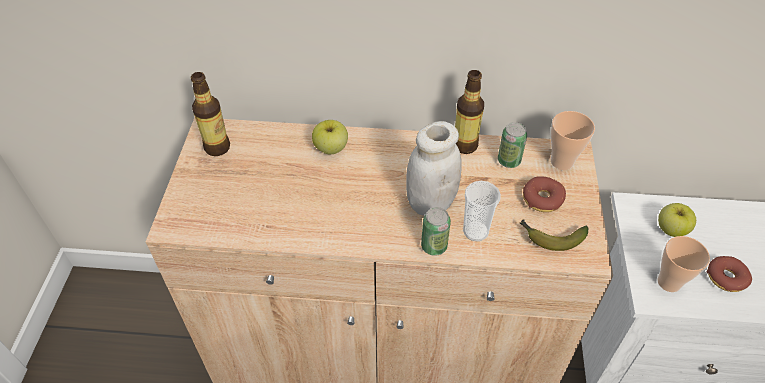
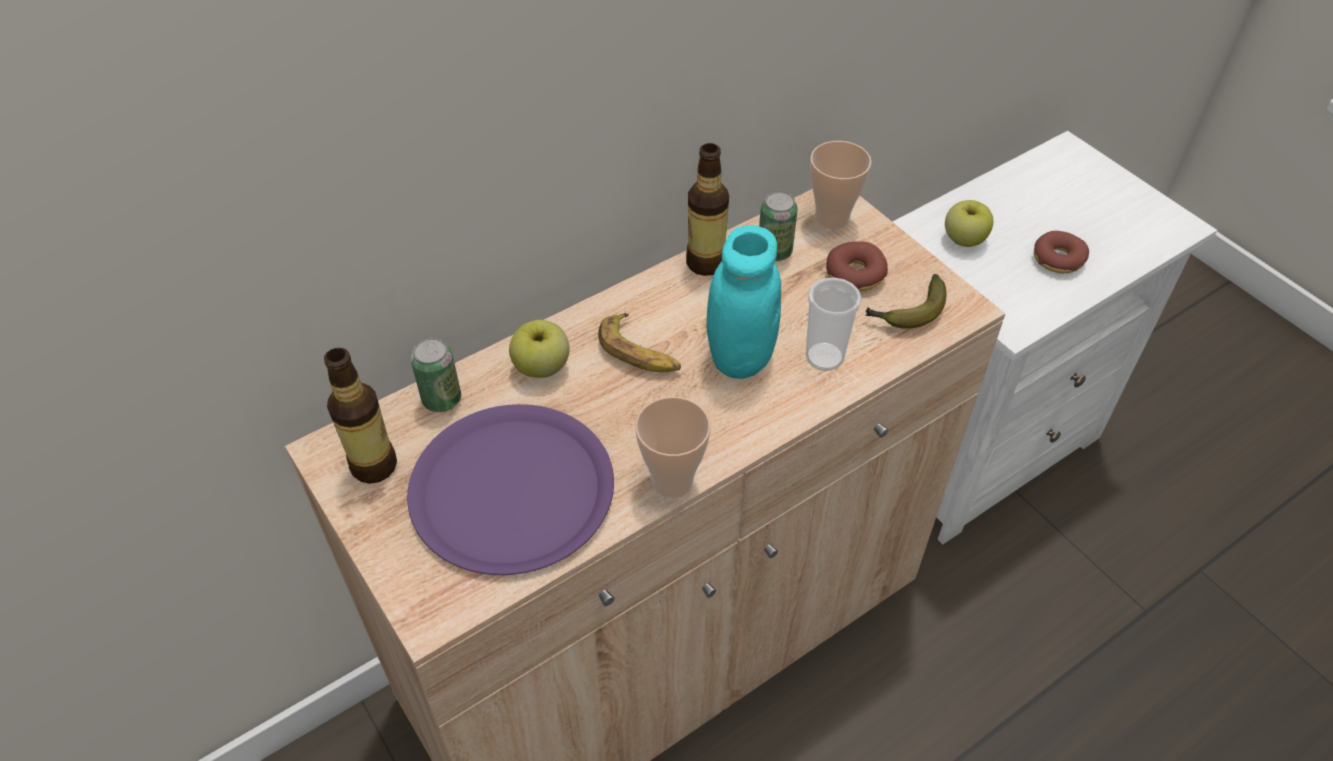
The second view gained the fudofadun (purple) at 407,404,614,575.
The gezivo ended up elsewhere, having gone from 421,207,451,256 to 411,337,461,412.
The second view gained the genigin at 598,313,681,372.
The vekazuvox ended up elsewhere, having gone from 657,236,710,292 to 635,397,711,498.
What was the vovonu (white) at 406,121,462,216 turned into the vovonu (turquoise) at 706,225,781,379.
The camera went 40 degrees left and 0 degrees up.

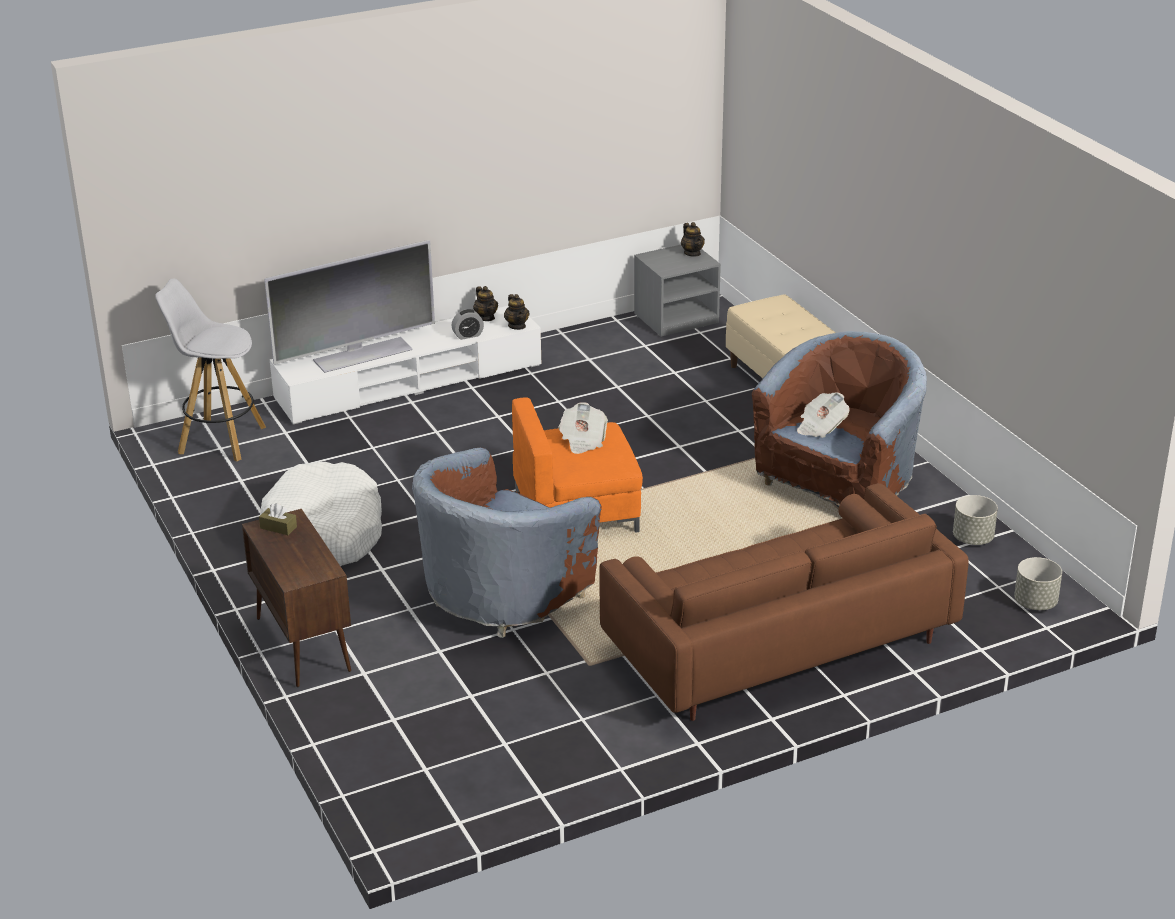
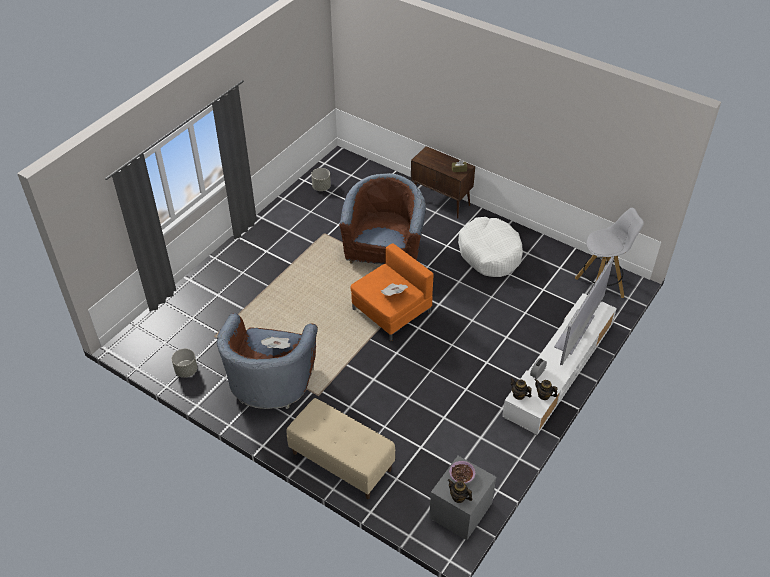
The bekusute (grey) ended up elsewhere, having gone from 1014,557,1062,610 to 311,168,331,191.
The second view gained the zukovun at 449,461,475,483.
The second view lost the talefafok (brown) at 599,483,969,721.
The camera went 150 degrees right and 15 degrees up.

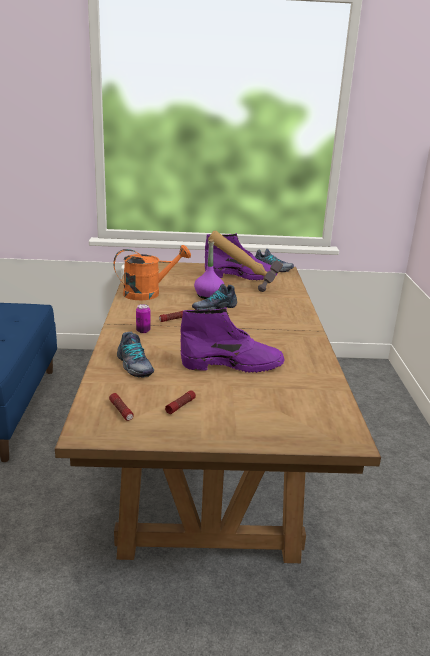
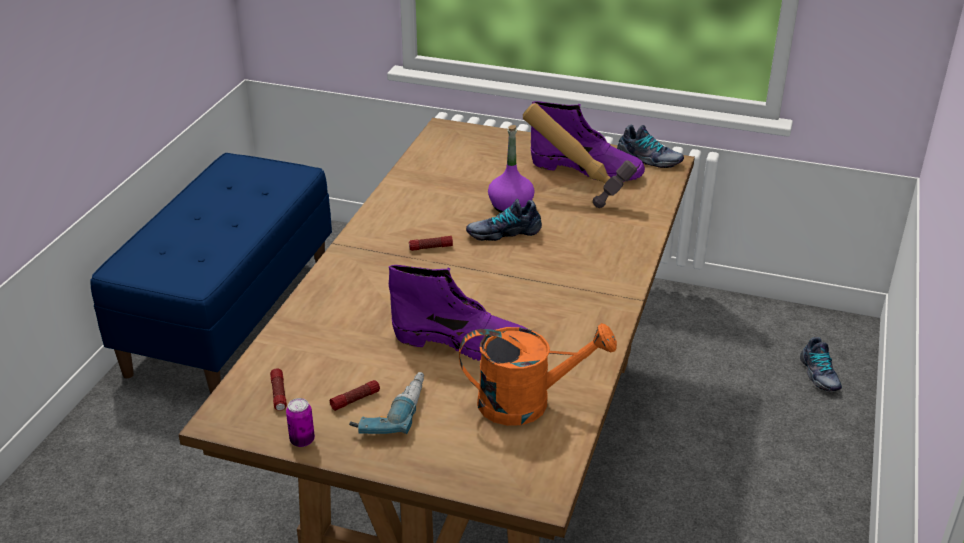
The gezivo ended up elsewhere, having gone from 136,304,150,333 to 286,398,315,447.
The second view gained the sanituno at 349,372,424,434.
The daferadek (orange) ended up elsewhere, having gone from 113,245,191,300 to 459,323,617,426.
The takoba ended up elsewhere, having gone from 117,332,154,378 to 800,337,842,392.
The camera went 20 degrees right and 10 degrees up.

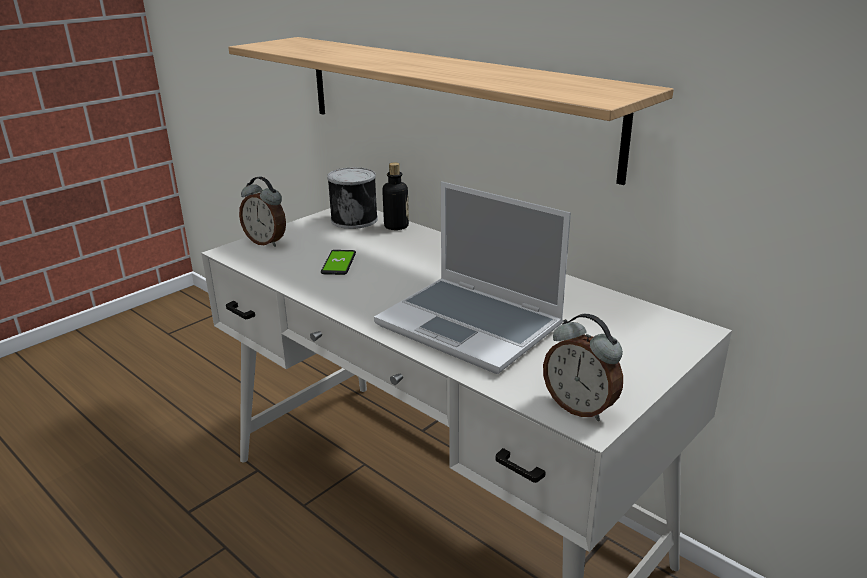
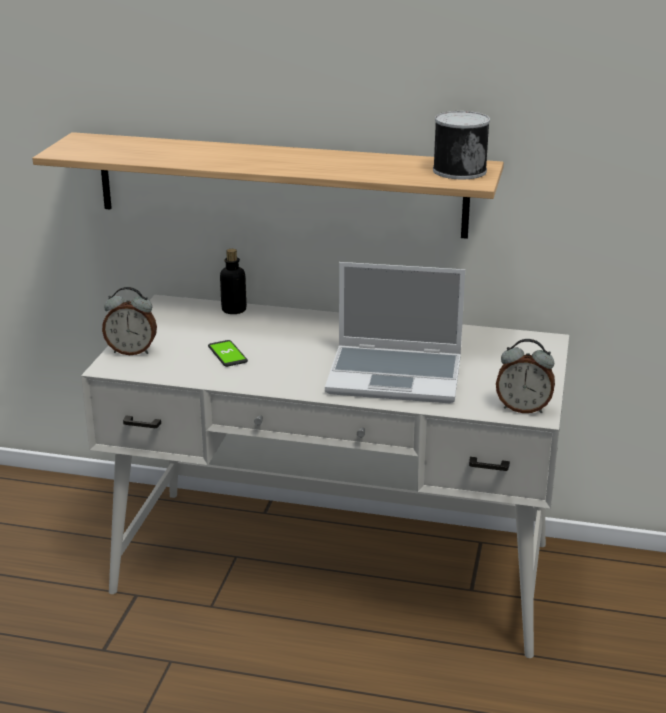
The gezivo ended up elsewhere, having gone from 327,167,378,229 to 433,111,490,180.
The camera went 30 degrees left and 0 degrees up.

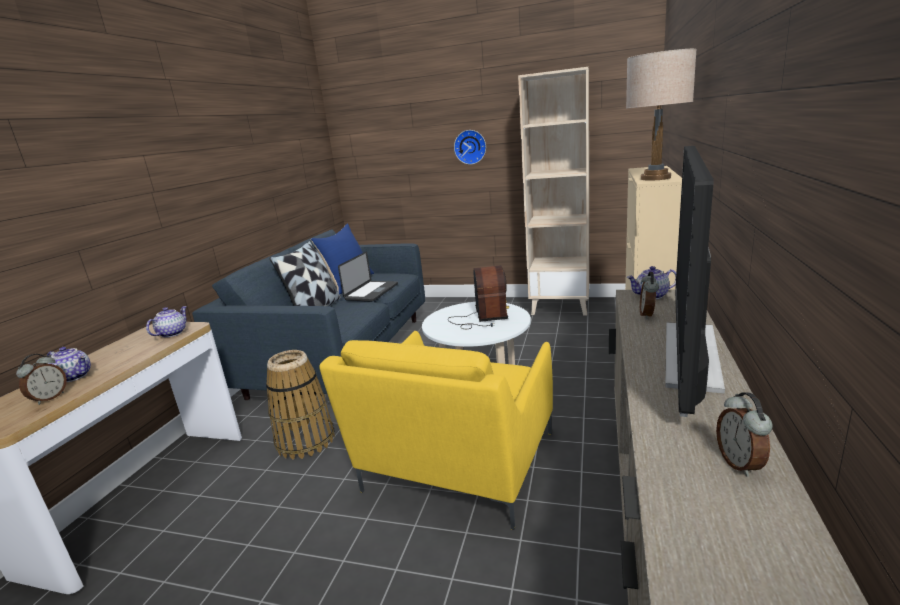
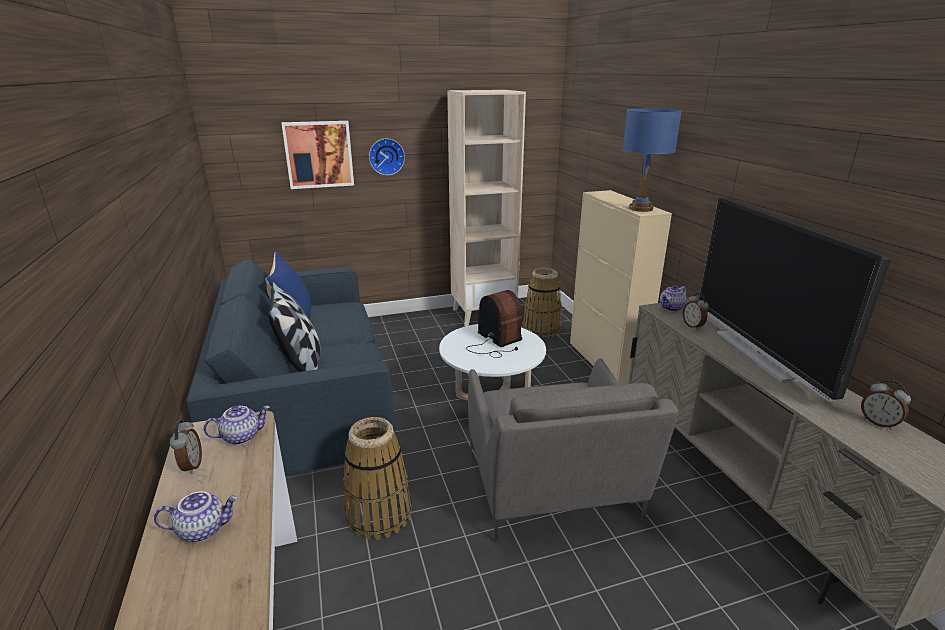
The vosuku ended up elsewhere, having gone from 16,354,67,405 to 169,420,202,474.
The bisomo at 146,306,187,338 ended up facing another way, 75 degrees clockwise from before.
The second view gained the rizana at 281,121,354,189.
What was the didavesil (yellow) at 319,331,553,530 turned into the didavesil (grey) at 468,358,678,541.
The second view gained the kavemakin at 522,268,562,338.
What was the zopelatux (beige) at 626,49,697,181 turned into the zopelatux (blue) at 622,108,682,212.
The second view lost the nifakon at 338,251,398,302.
The camera went 35 degrees left and 5 degrees up.

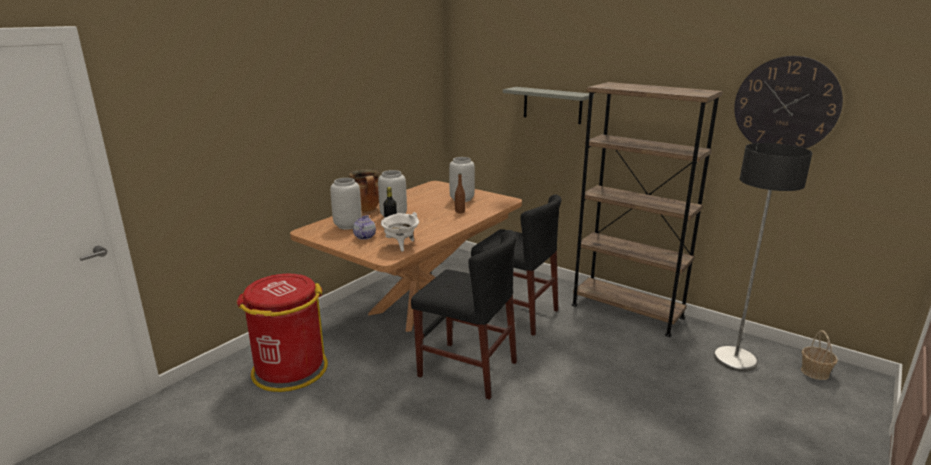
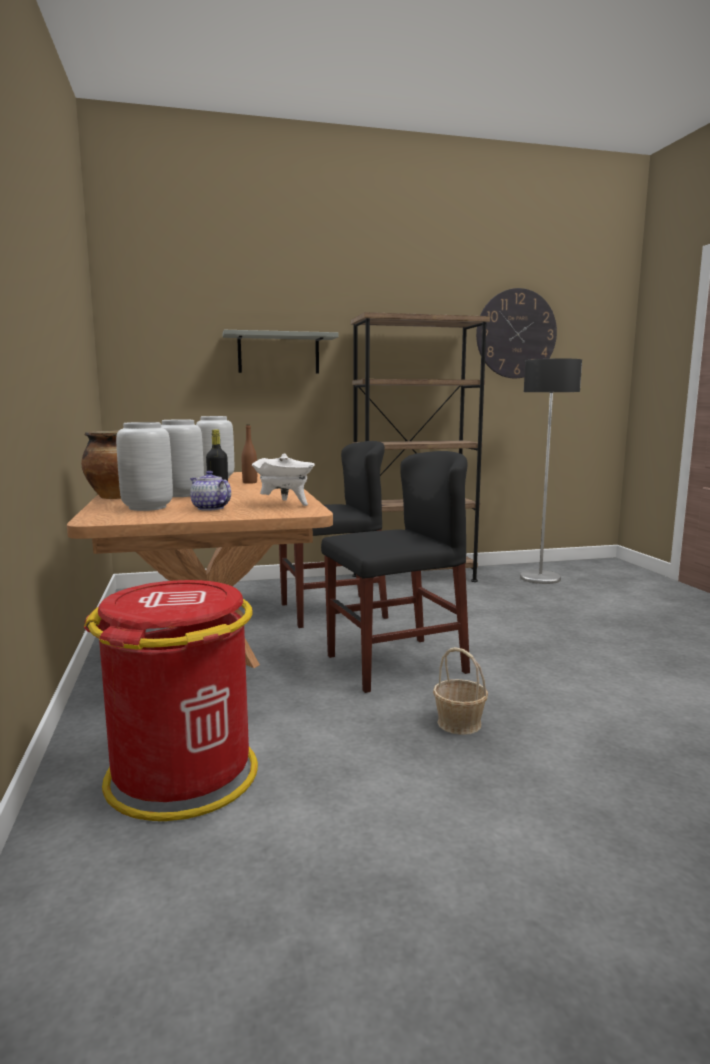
The kavemakin ended up elsewhere, having gone from 801,330,838,380 to 433,647,488,735.
The camera went 50 degrees left and 10 degrees down.

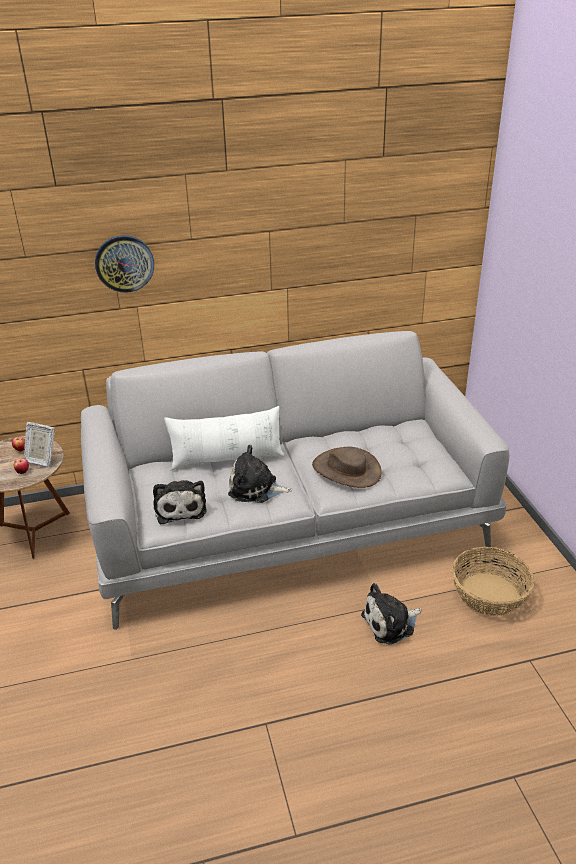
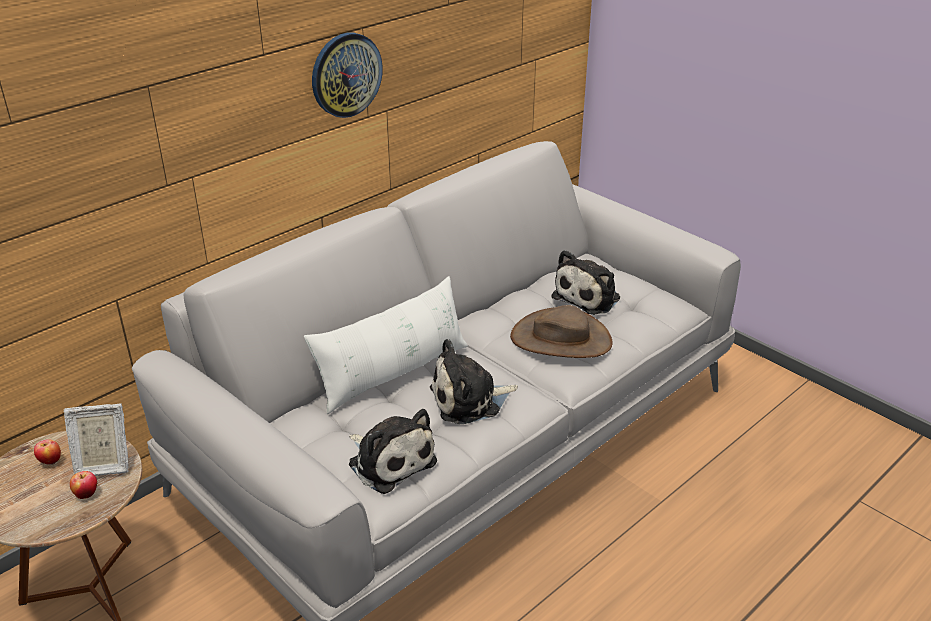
The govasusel ended up elsewhere, having gone from 95,235,154,293 to 312,33,383,118.
The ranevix ended up elsewhere, having gone from 361,583,422,645 to 552,250,620,315.
The second view lost the kavemakin at 452,547,534,616.
The camera went 30 degrees left and 0 degrees up.

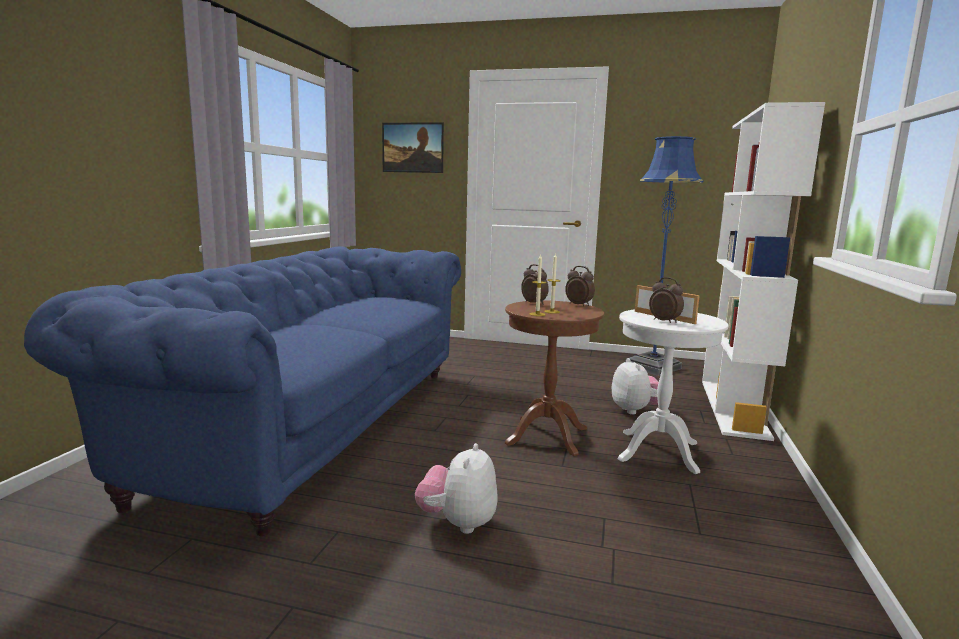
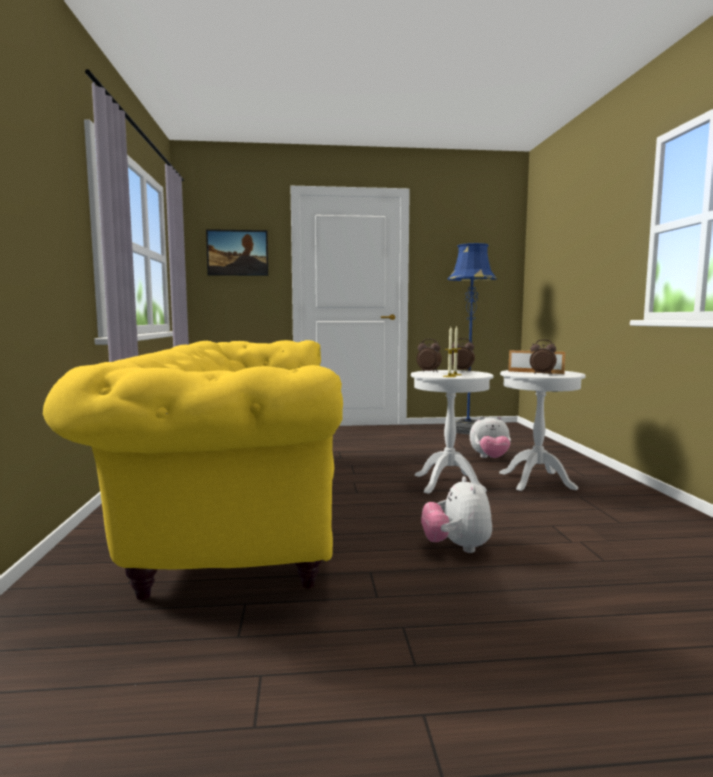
What was the talefafok (blue) at 24,246,461,536 turned into the talefafok (yellow) at 43,340,343,600.
What was the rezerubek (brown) at 505,300,604,456 turned into the rezerubek (white) at 411,370,494,494.
The ranevix at 612,358,659,415 ended up facing another way, 120 degrees clockwise from before.
The second view lost the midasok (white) at 702,102,825,441.
The camera went 20 degrees left and 5 degrees down.

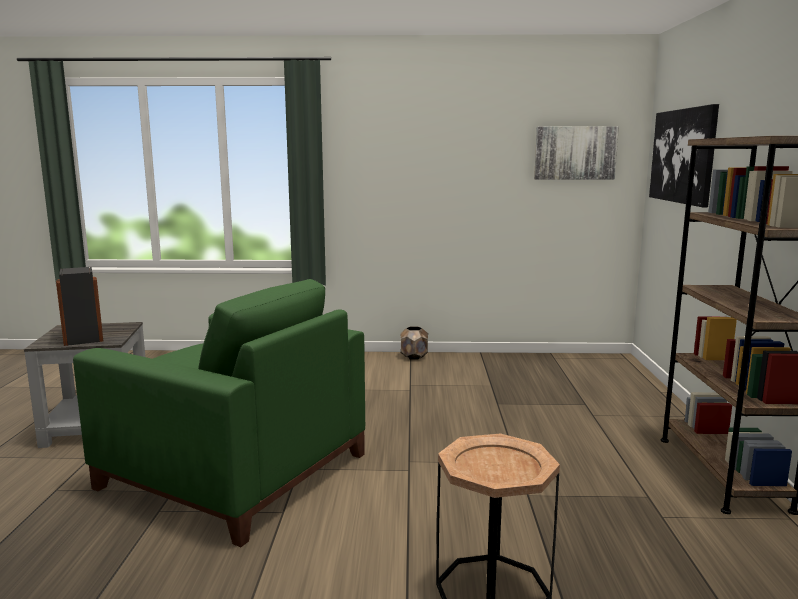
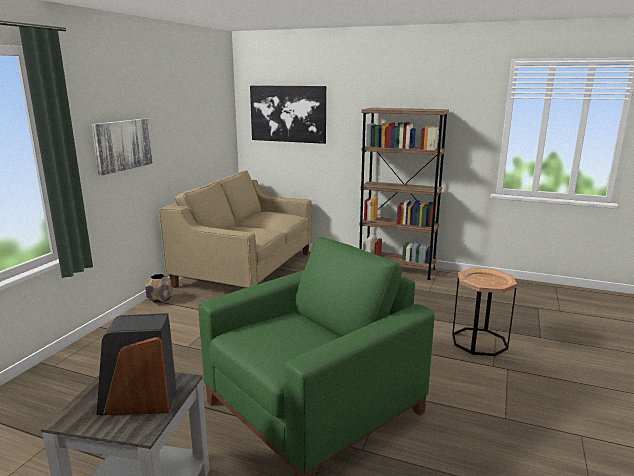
The rizana ended up elsewhere, having gone from 534,126,619,180 to 91,118,153,175.
The second view gained the talefafok (beige) at 159,170,312,288.
The camera went 70 degrees left and 5 degrees up.

